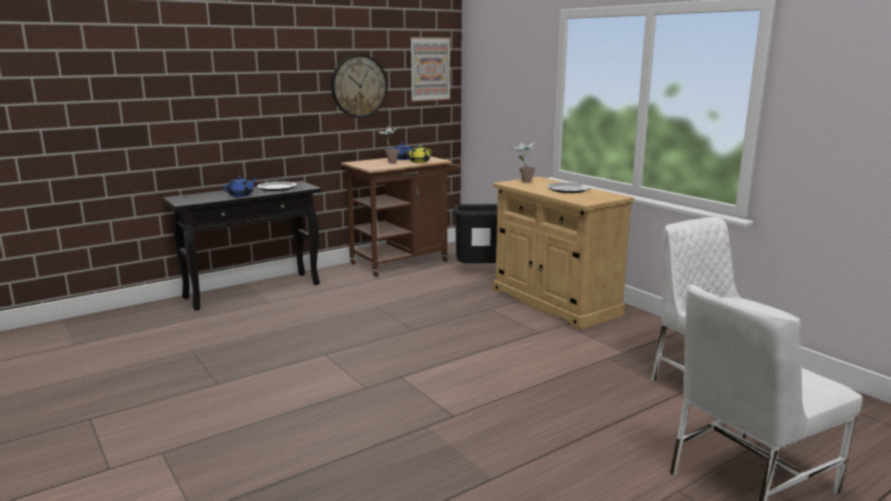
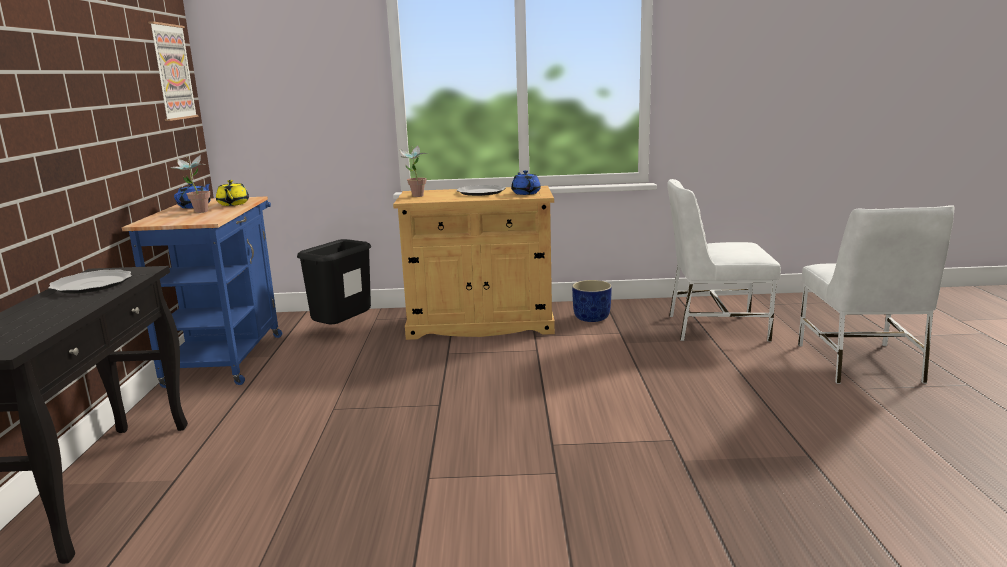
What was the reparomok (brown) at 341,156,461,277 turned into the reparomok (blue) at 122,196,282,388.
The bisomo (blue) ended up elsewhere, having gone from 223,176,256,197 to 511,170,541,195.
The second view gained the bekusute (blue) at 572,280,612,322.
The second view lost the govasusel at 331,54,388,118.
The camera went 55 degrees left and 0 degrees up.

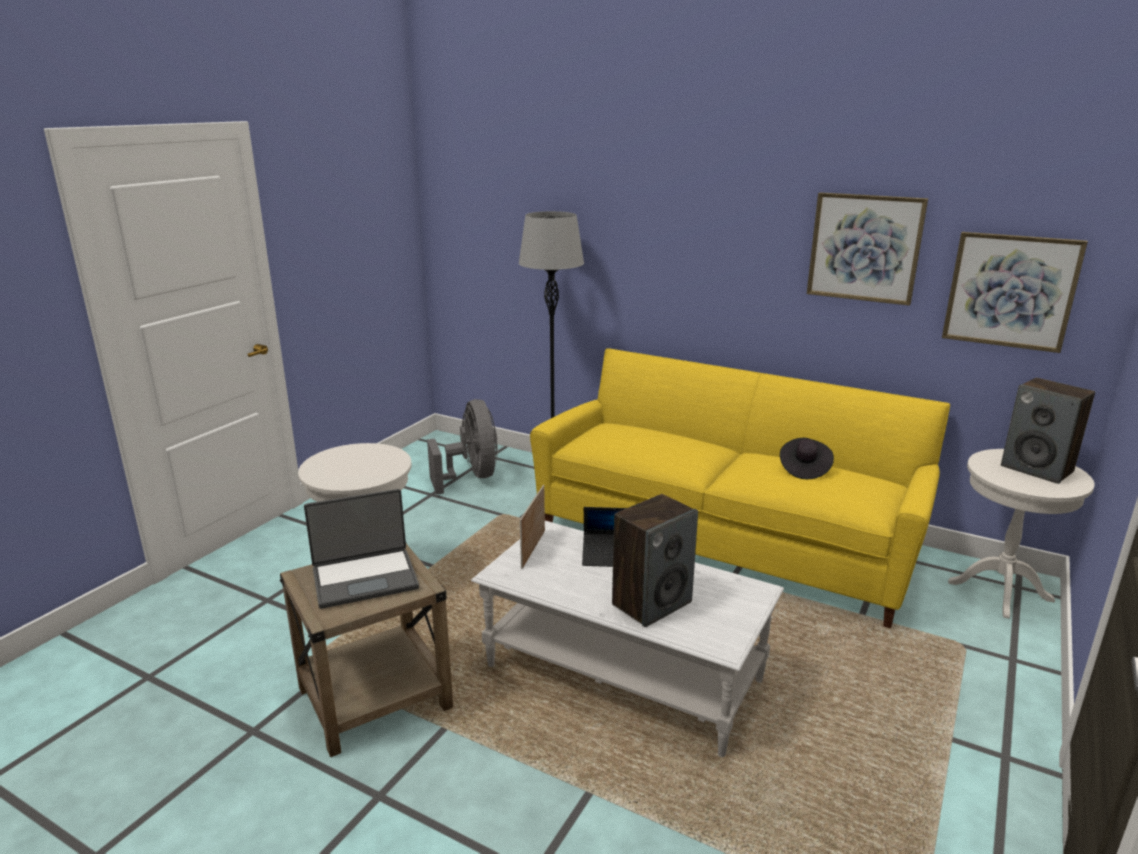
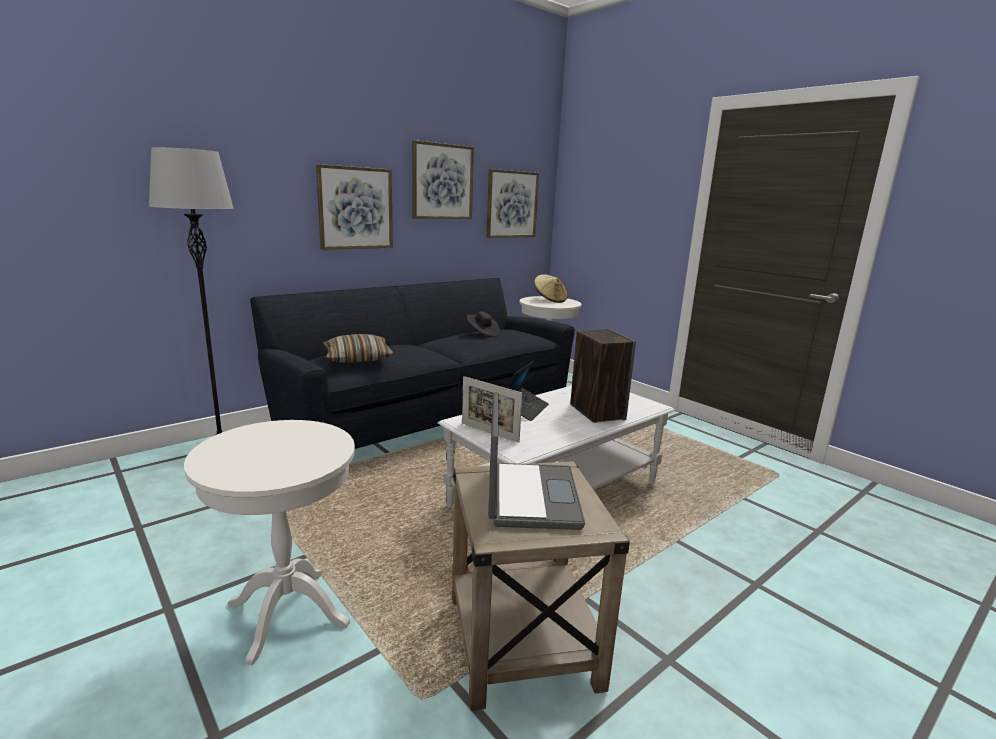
What was the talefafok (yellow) at 530,348,950,628 turned into the talefafok (black) at 250,278,575,449.
The second view gained the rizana at 316,164,393,250.
The second view gained the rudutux at 323,334,393,363.
Where the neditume stood at 1001,378,1095,484, the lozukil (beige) came to stand at 534,274,568,303.
The second view lost the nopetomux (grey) at 427,399,498,495.
The camera went 70 degrees left and 5 degrees down.

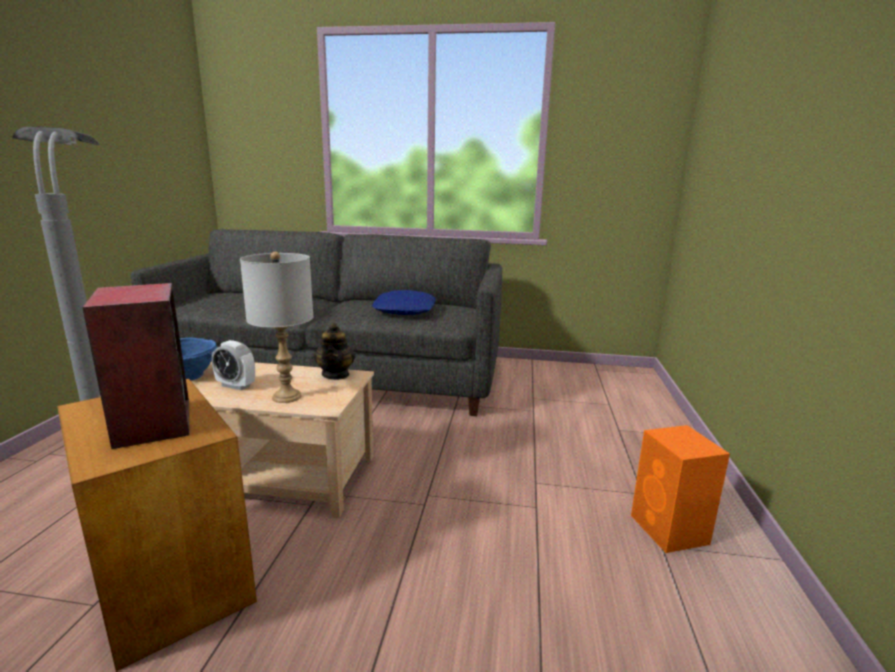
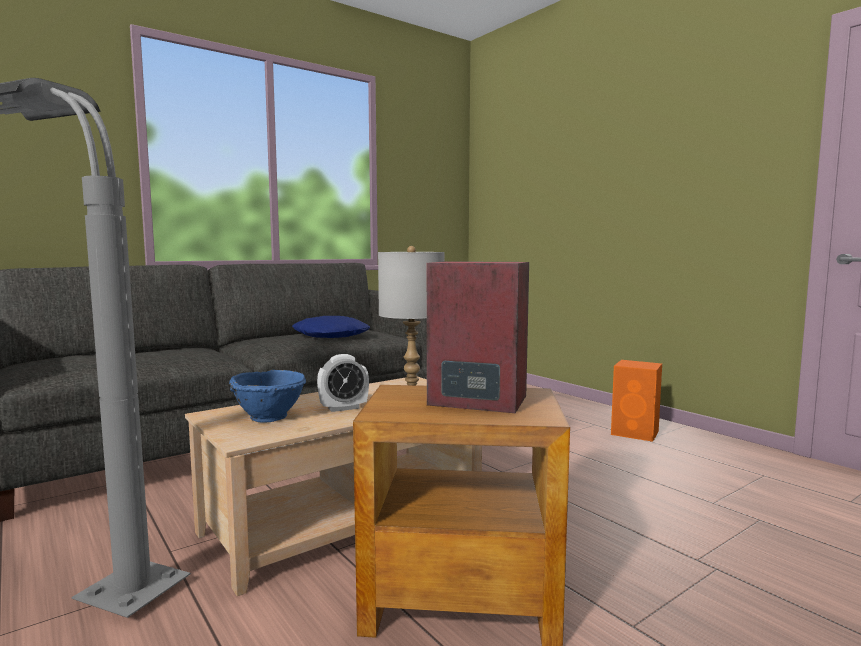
The second view lost the bisomo at 313,323,356,380.
The camera went 45 degrees left and 10 degrees down.

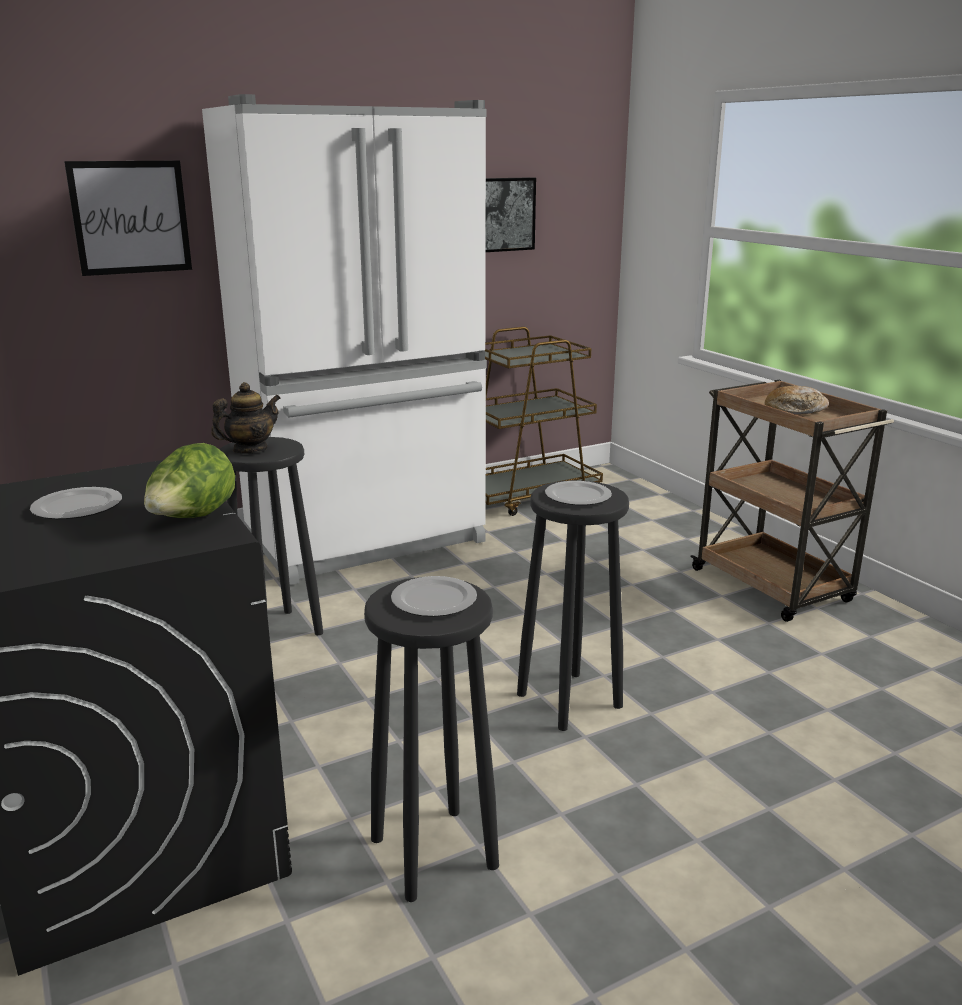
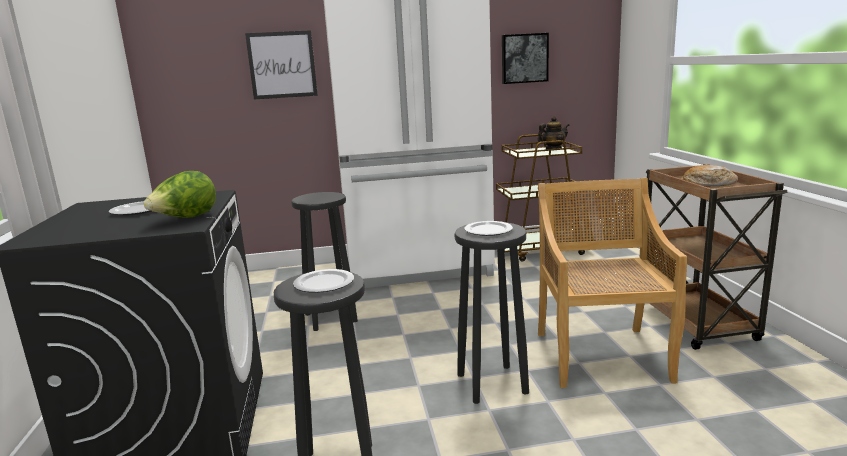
The bisomo ended up elsewhere, having gone from 211,382,281,454 to 537,116,569,150.
The second view gained the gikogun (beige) at 538,178,687,388.
The camera went 20 degrees right and 5 degrees down.

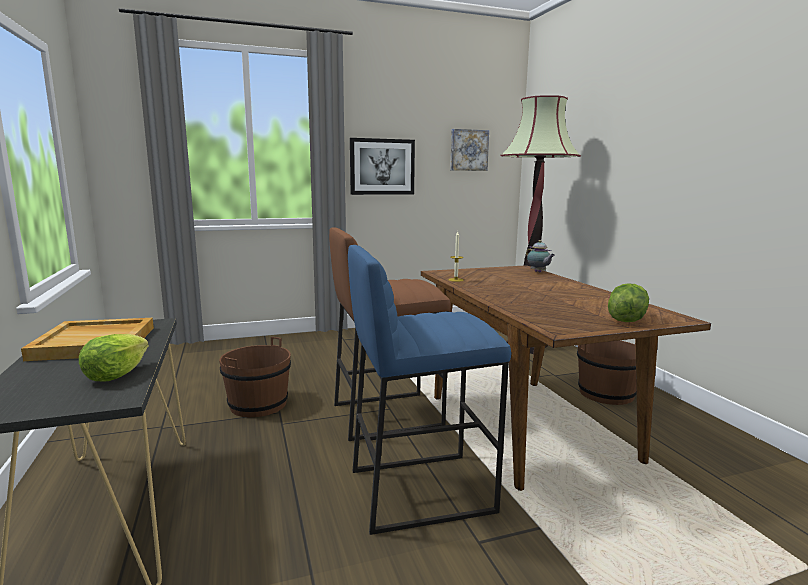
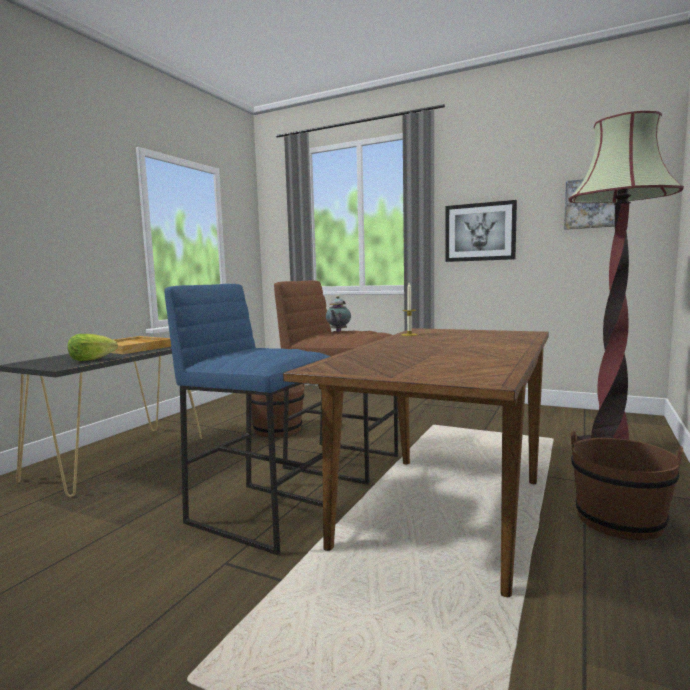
The bisomo ended up elsewhere, having gone from 526,240,555,273 to 326,296,351,332.
The second view lost the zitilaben at 608,284,649,322.
The camera went 45 degrees right and 5 degrees down.

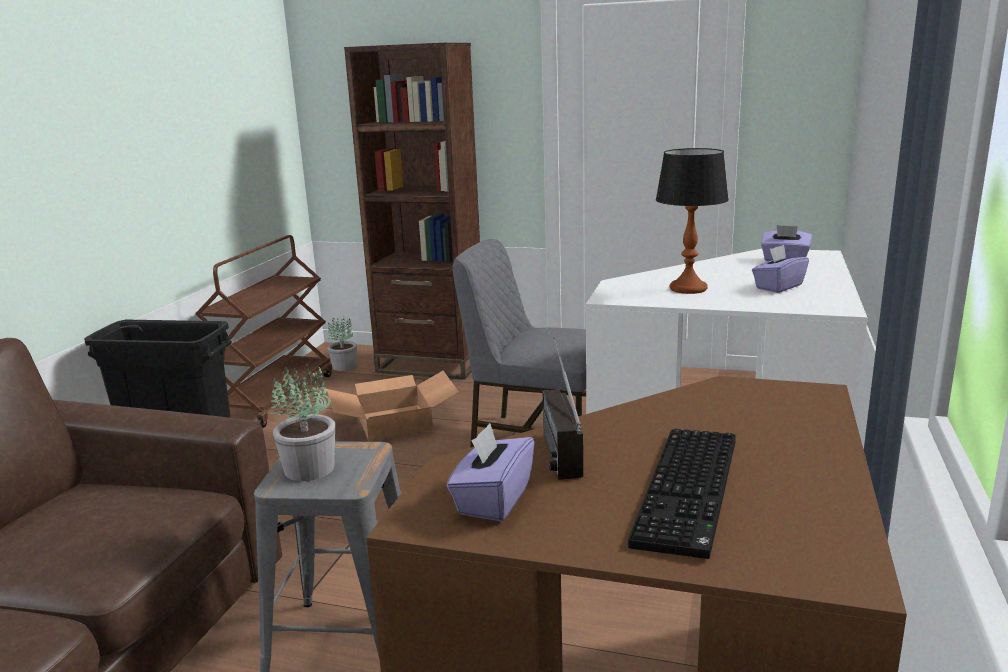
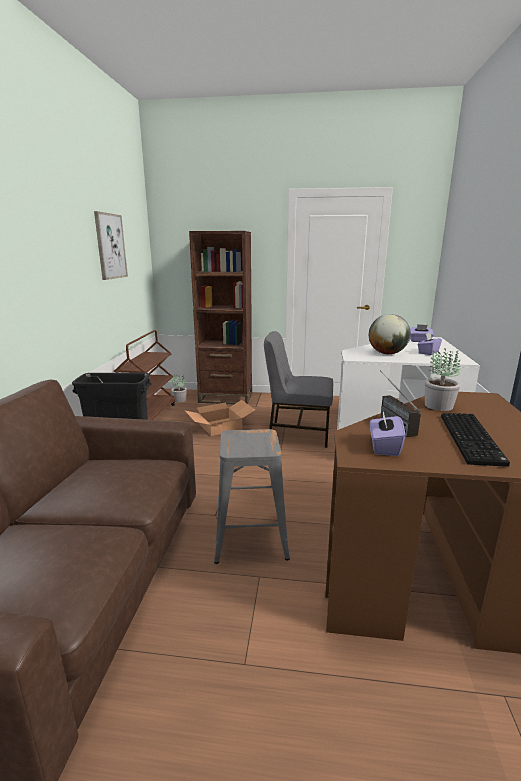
The second view gained the rizana at 94,211,128,280.
Where the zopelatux stood at 656,148,729,294, the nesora came to stand at 369,314,410,354.
The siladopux ended up elsewhere, having gone from 271,364,335,481 to 425,348,461,411.
The camera went 10 degrees left and 0 degrees up.

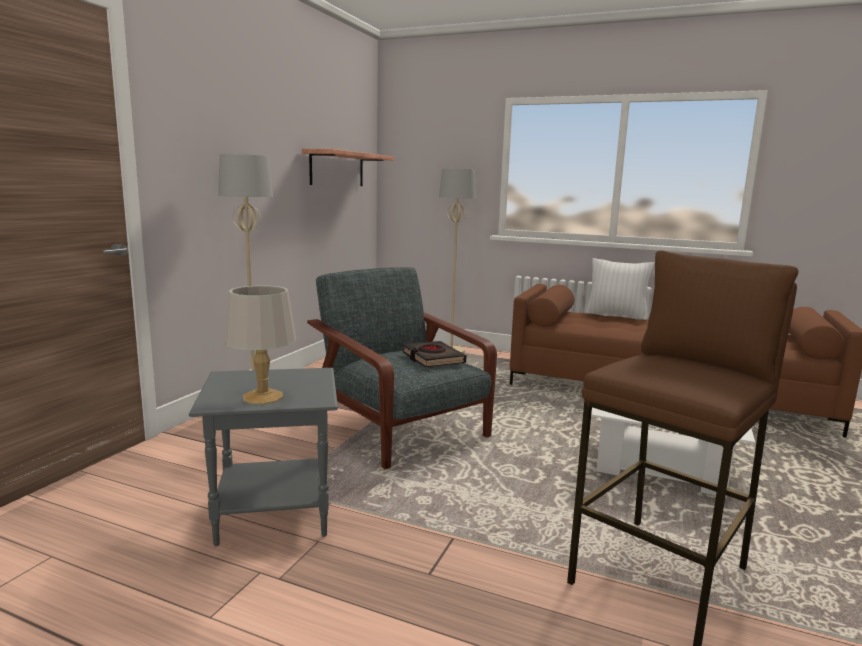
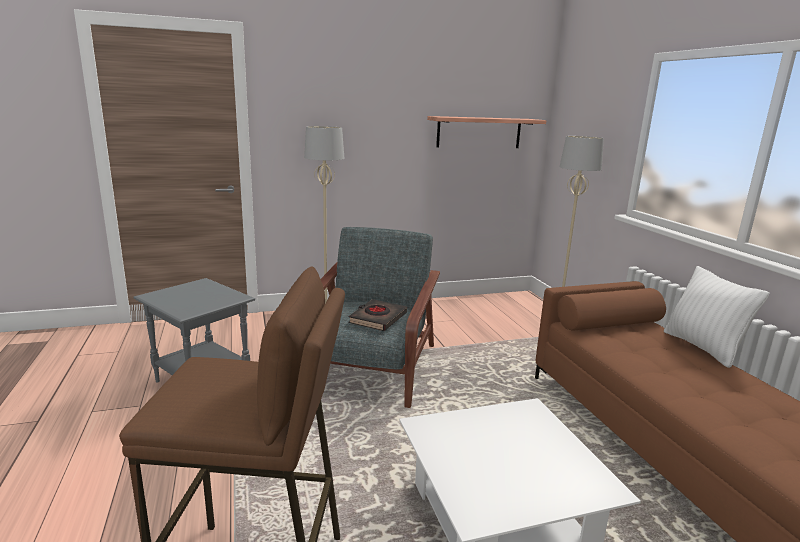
The second view lost the zopelatux (grey) at 224,285,296,405.
The camera went 50 degrees right and 5 degrees up.

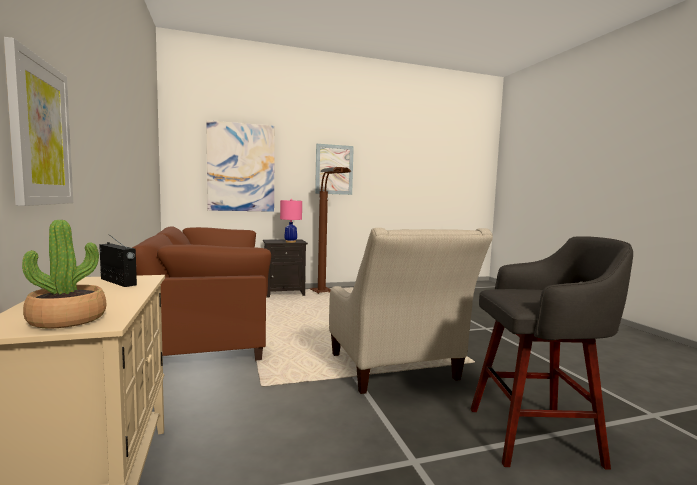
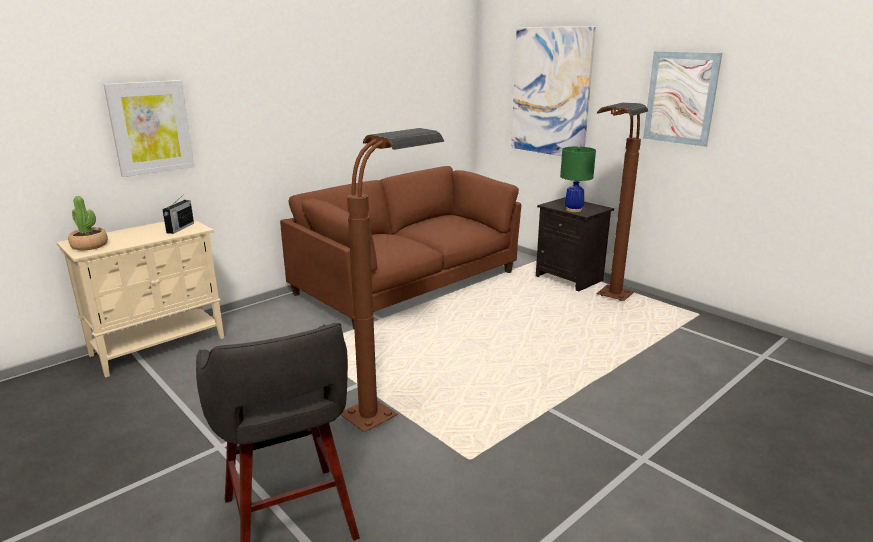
Where the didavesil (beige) stood at 329,228,493,394, the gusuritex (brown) came to stand at 341,128,444,432.
What was the zopelatux (pink) at 280,199,302,243 turned into the zopelatux (green) at 560,147,596,212.
The camera went 65 degrees right and 15 degrees up.

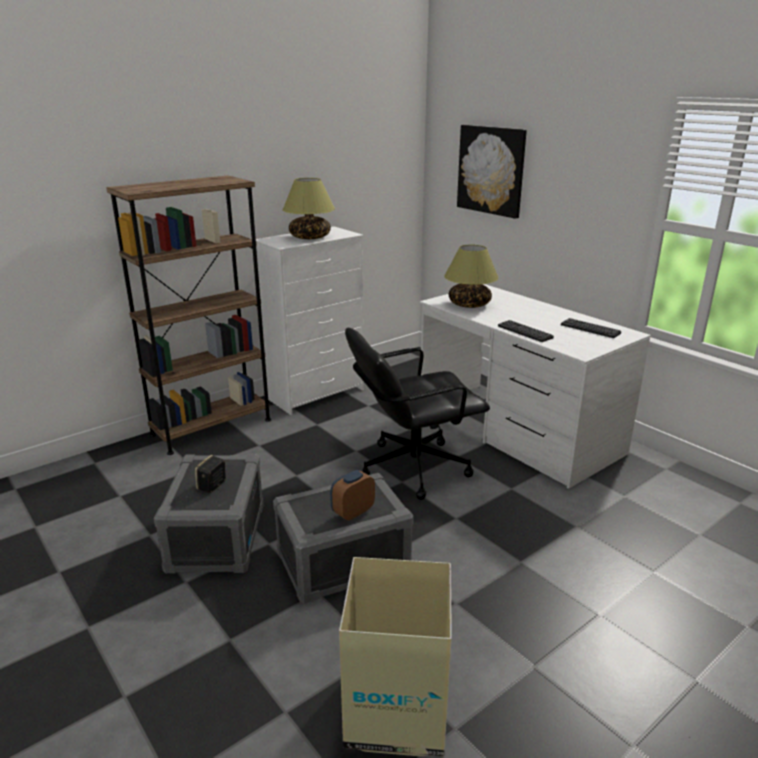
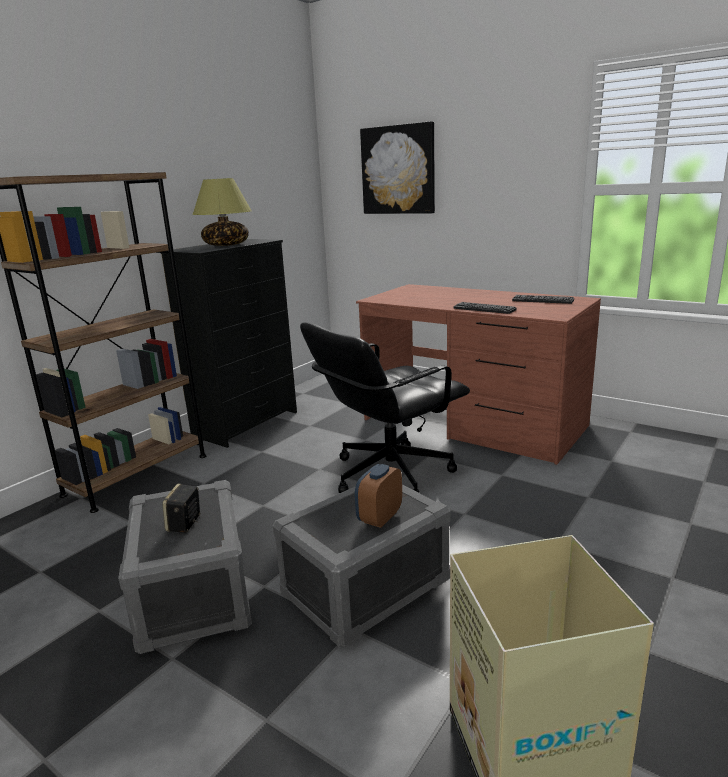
What was the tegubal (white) at 256,226,364,415 turned into the tegubal (black) at 161,239,297,448.
What was the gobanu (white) at 420,284,651,489 turned into the gobanu (brown) at 356,284,601,465.
The second view lost the zopelatux at 444,245,498,308.
The camera went 15 degrees left and 5 degrees down.

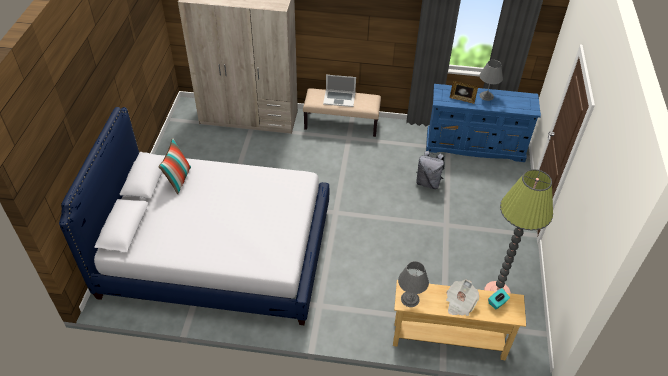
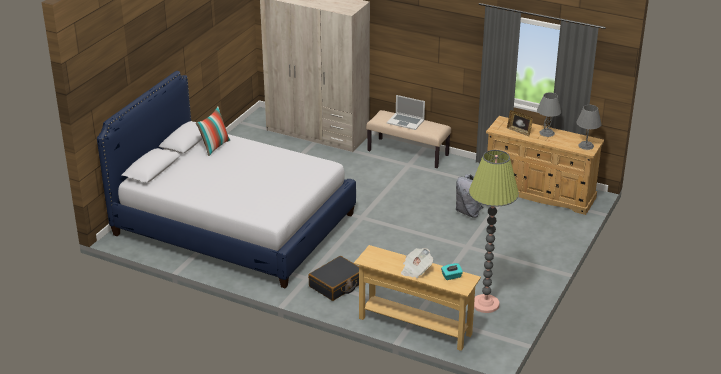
The second view gained the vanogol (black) at 308,256,359,301.
What was the tegubal (blue) at 426,84,541,162 turned into the tegubal (beige) at 486,116,604,215.
The zopelatux (grey) ended up elsewhere, having gone from 398,261,429,307 to 576,105,602,150.
The camera went 20 degrees right and 15 degrees down.

